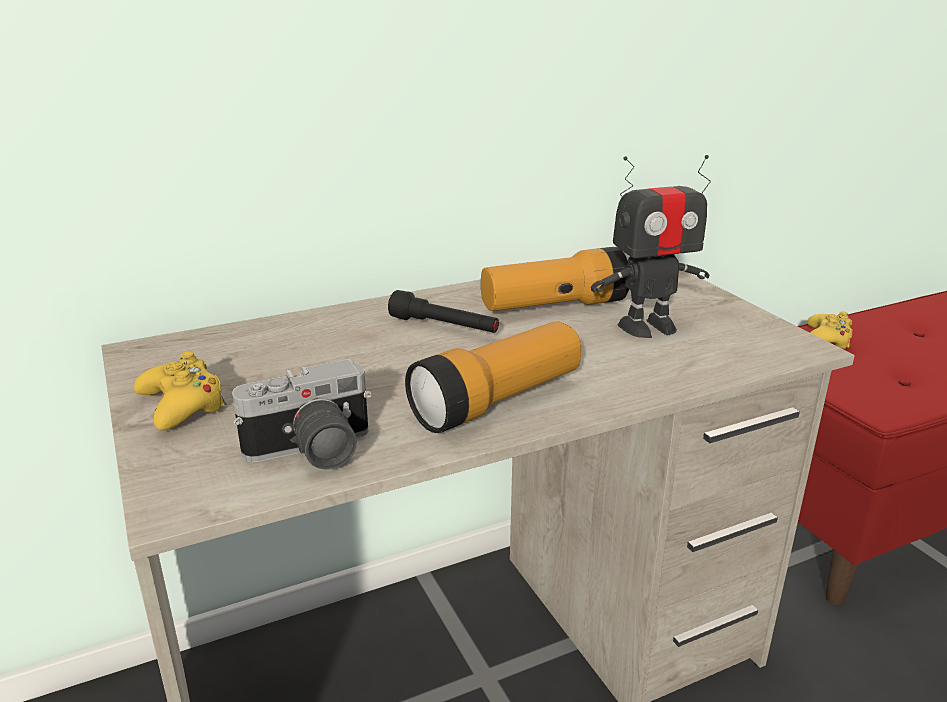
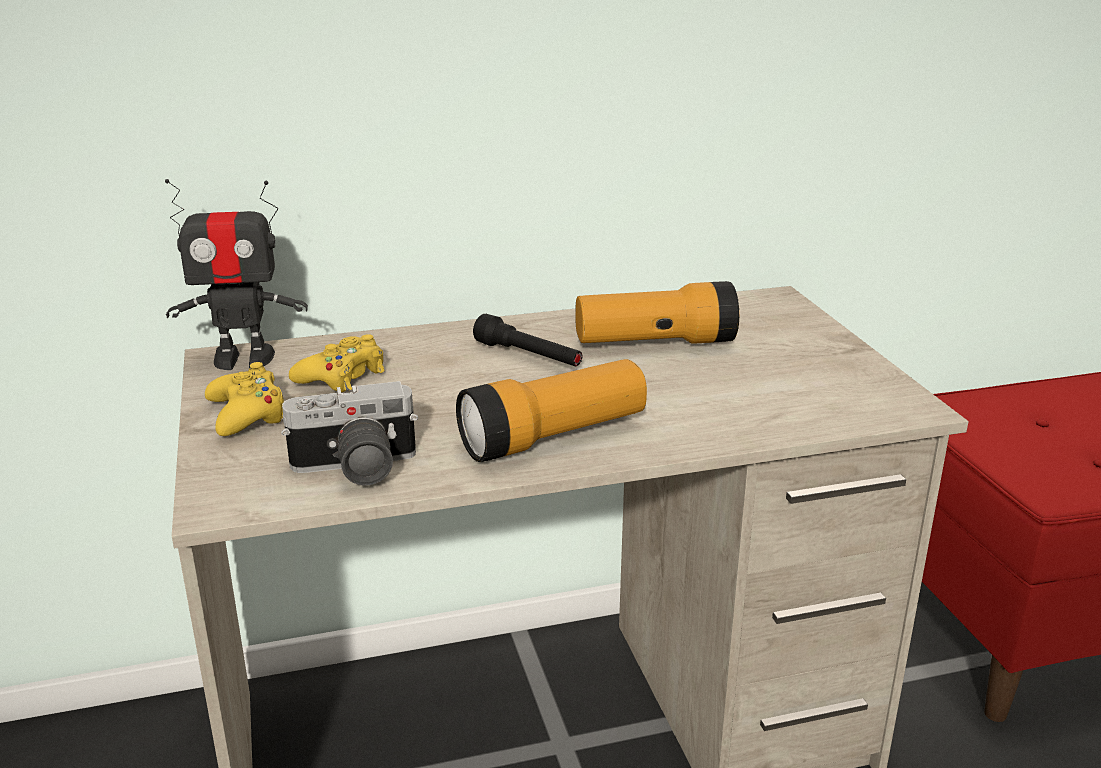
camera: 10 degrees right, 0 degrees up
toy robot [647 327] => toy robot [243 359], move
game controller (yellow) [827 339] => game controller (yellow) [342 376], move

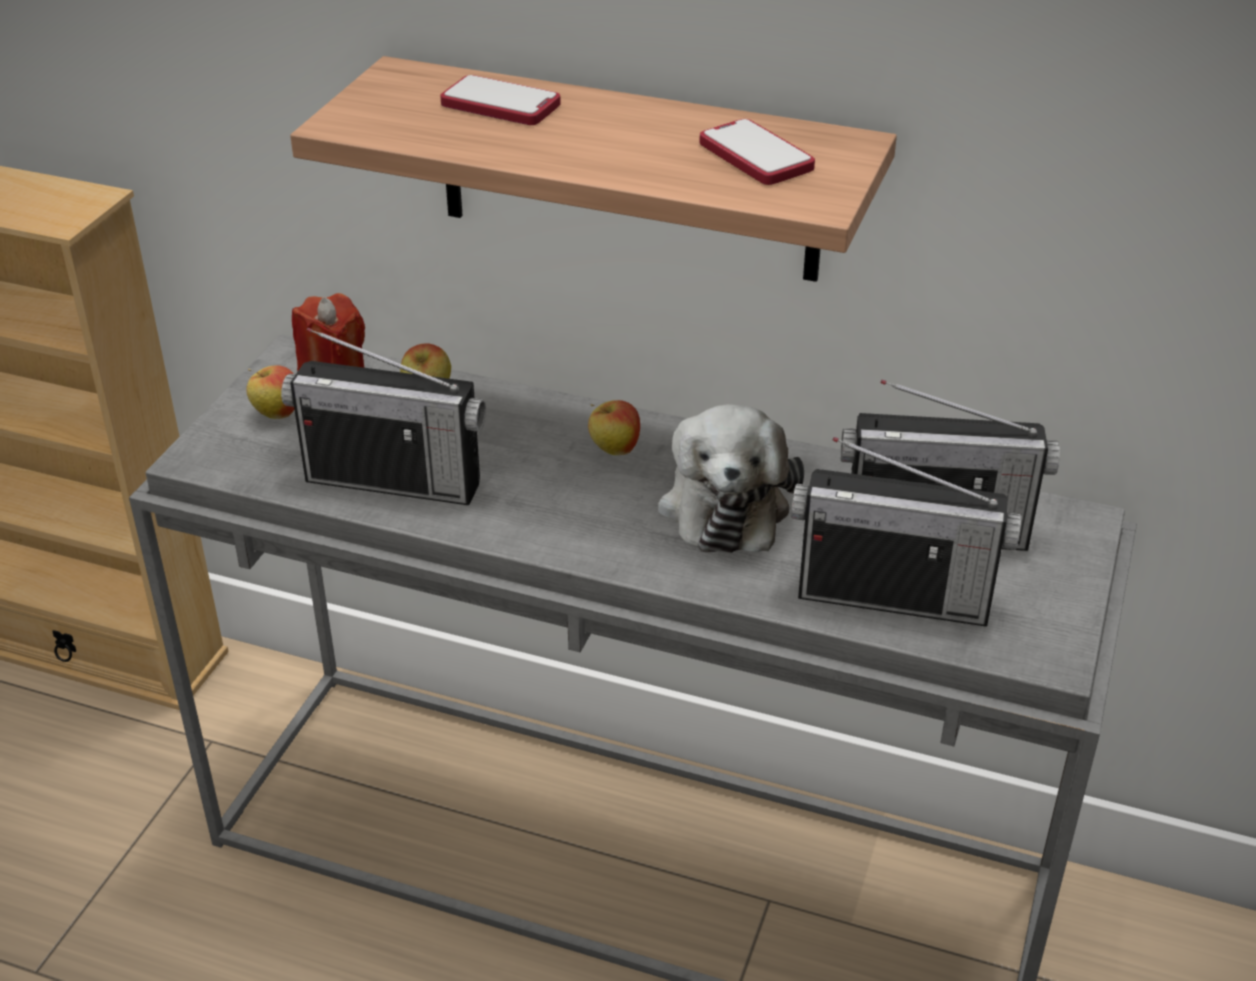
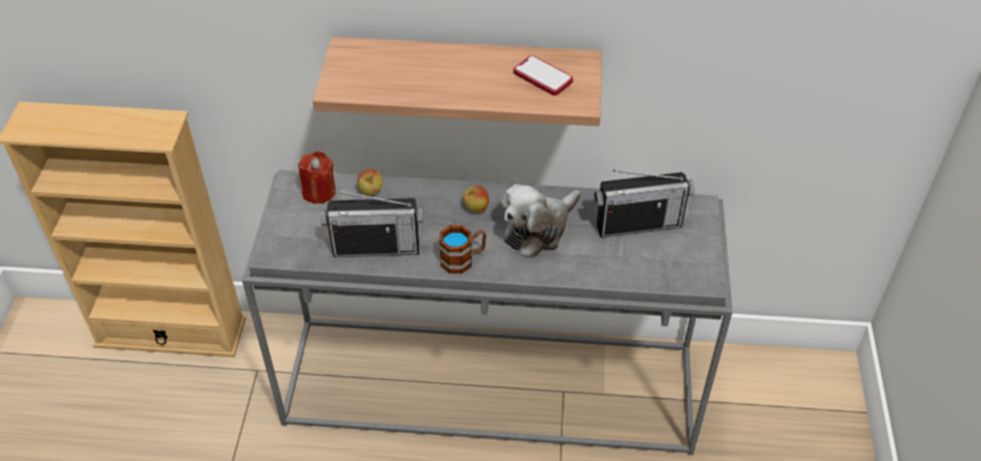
camera: 15 degrees left, 10 degrees up
phone [500 104] => nothing
apple [276 414] => nothing
plush toy [724 504] => plush toy [538 229], 60 degrees clockwise
radio [893 597] => nothing
nothing => mug [463 259]

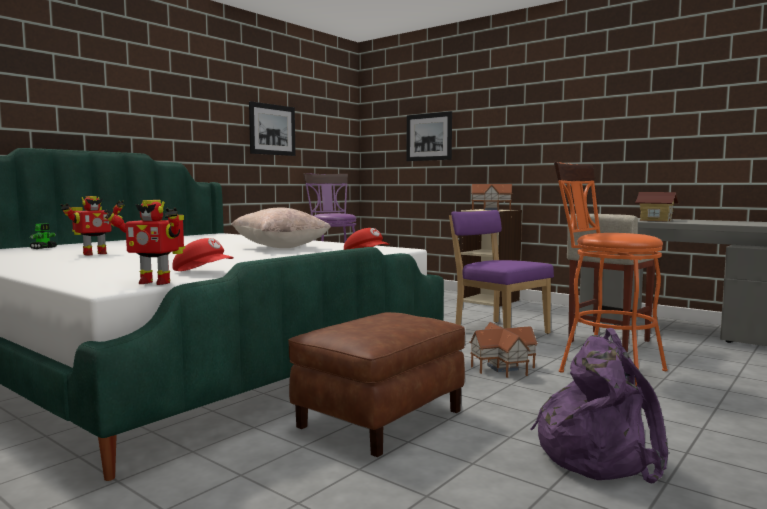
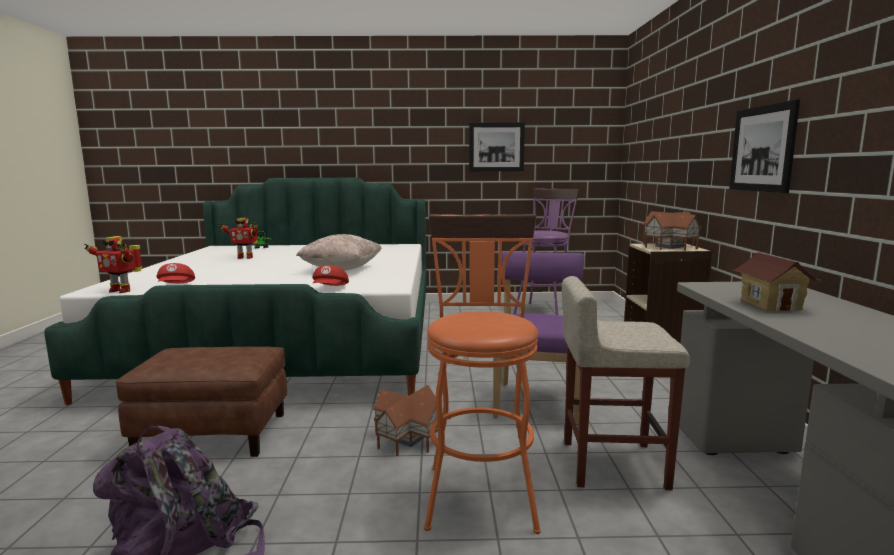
camera: 50 degrees right, 5 degrees up
picture [429 137] => picture [762 148], move
toy robot [155 282] => toy robot [121 291], 45 degrees counterclockwise

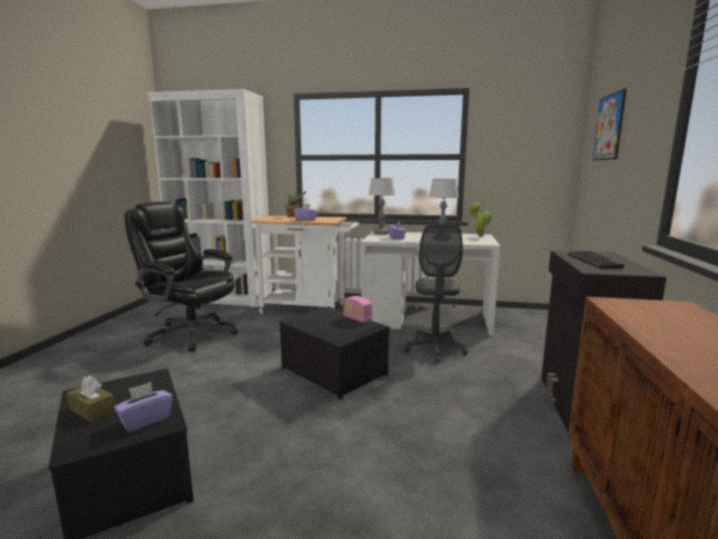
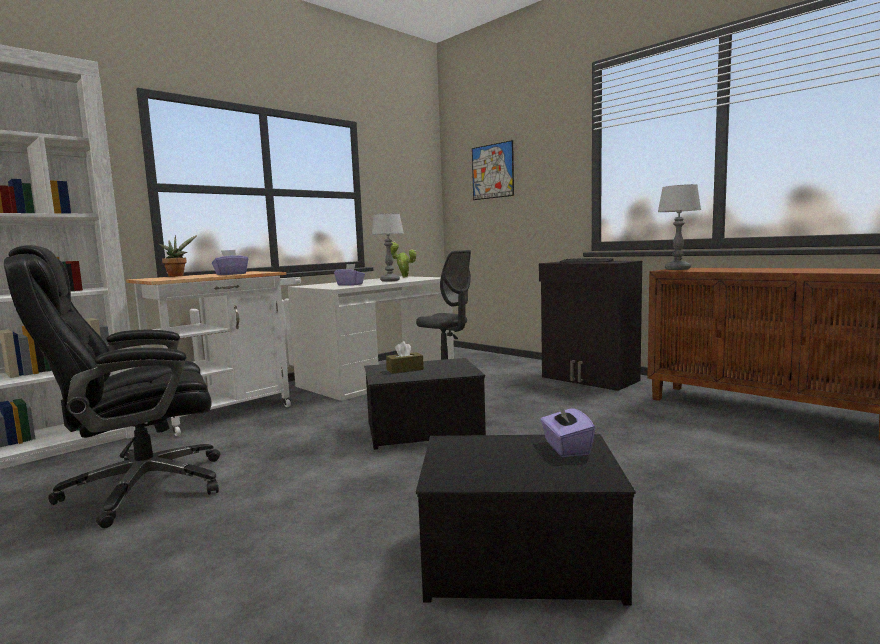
camera: 55 degrees left, 5 degrees down
table lamp [381 233] => table lamp [677 269], move
radio [357 319] => nothing
tissue box (brown) [92 410] => tissue box (brown) [405 369], move

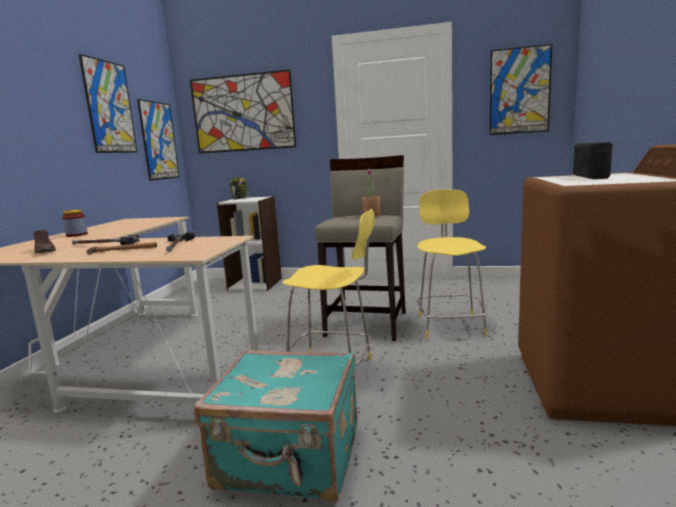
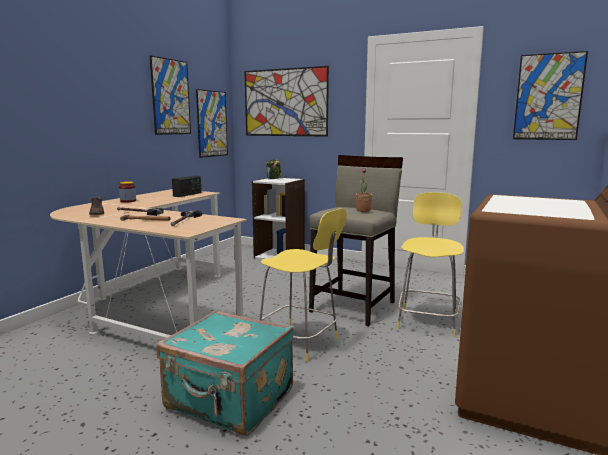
camera: 15 degrees right, 0 degrees up
radio [590 177] => radio [187 194], move

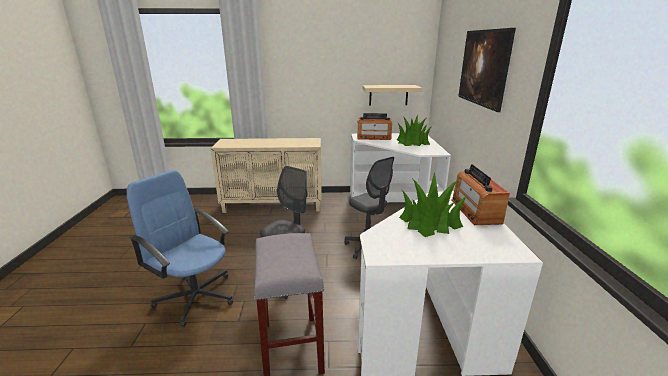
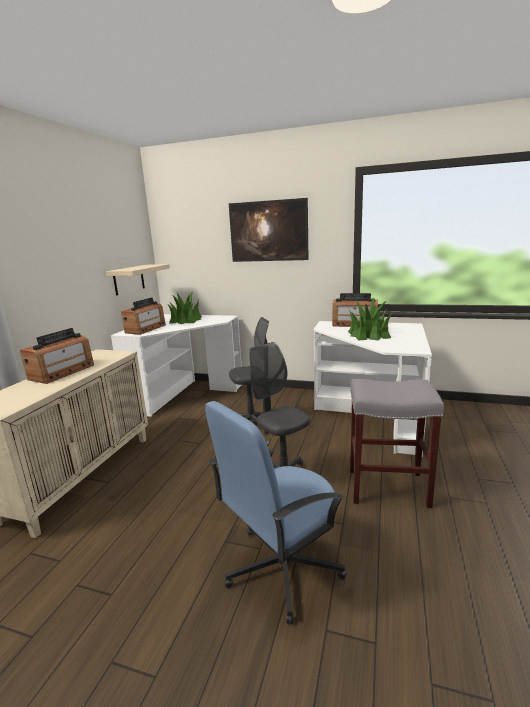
camera: 70 degrees left, 5 degrees down
nothing => radio [62 372]

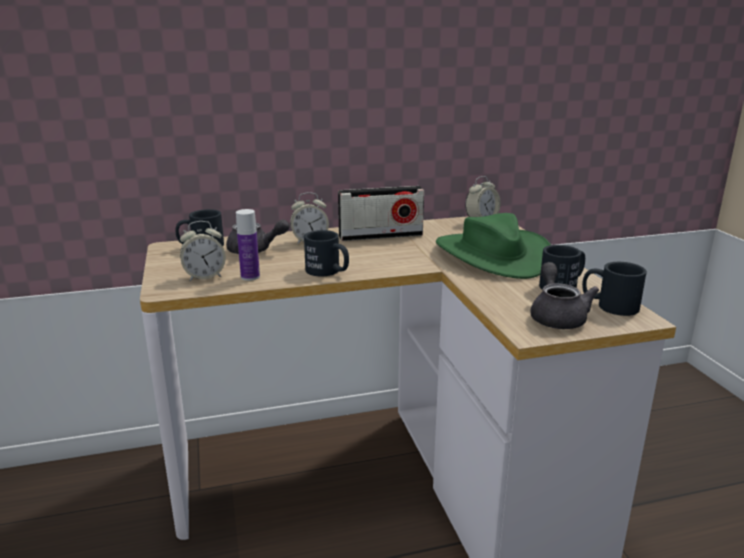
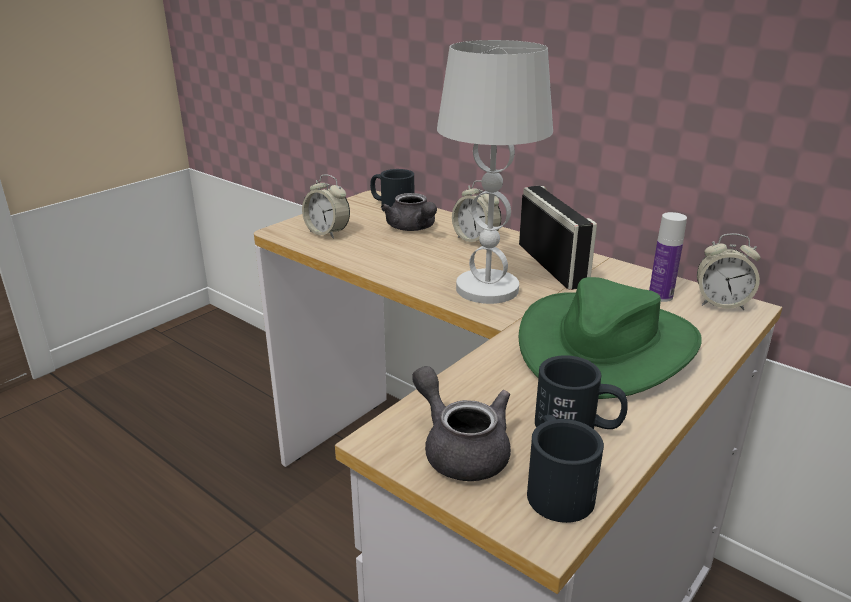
camera: 55 degrees right, 5 degrees up
radio [381 236] => radio [552 265], 150 degrees counterclockwise
bottle [250 277] => bottle [660 296], move
mug (black) [328 272] => nothing
teapot (grey) [557 316] => teapot (grey) [460 449], 90 degrees counterclockwise
nothing => table lamp (white) [486 289]

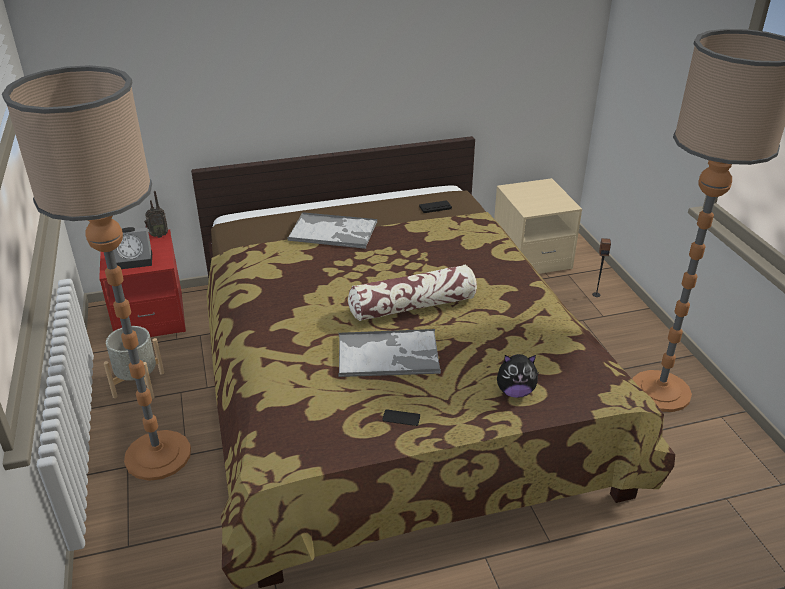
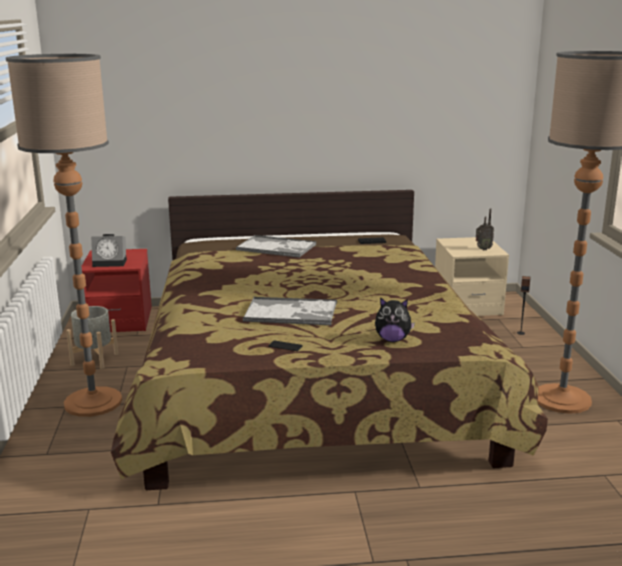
camera: 10 degrees right, 15 degrees down
radio [158 235] => radio [482 249], move
pillow [413 306] => nothing

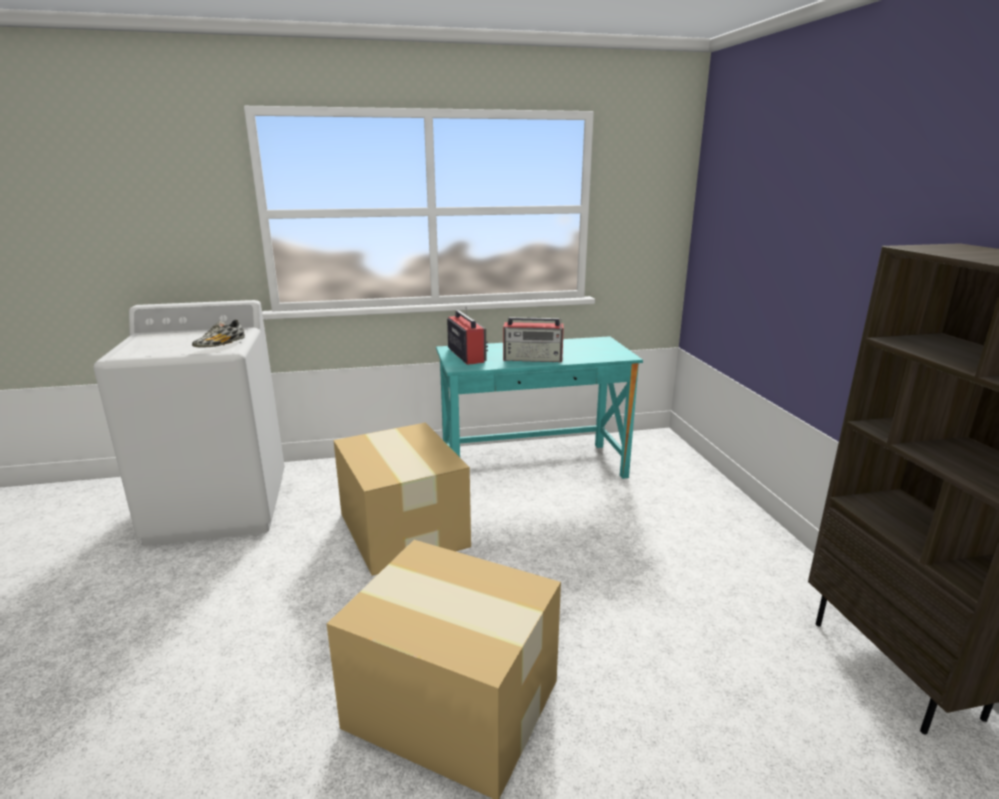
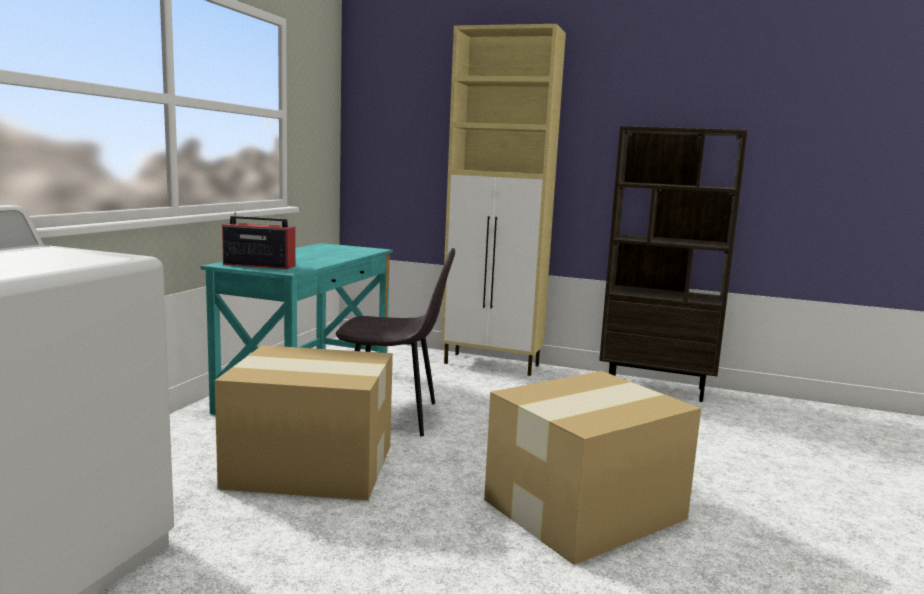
camera: 60 degrees left, 10 degrees down
radio [533 359] => nothing
shoe [220 346] => nothing
nothing => cabinet (beige) [493 364]
nothing => chair (grey) [393 416]

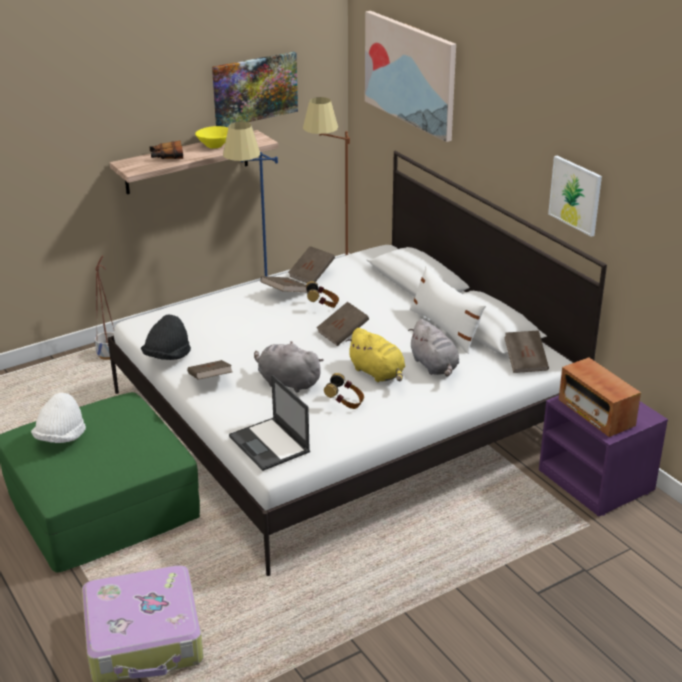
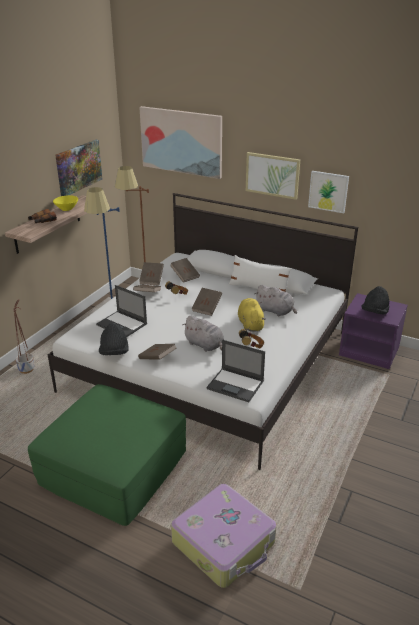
camera: 30 degrees left, 0 degrees up
plush toy (yellow) [378 373] => plush toy (yellow) [250 324], 120 degrees counterclockwise
book (brown) [525 361] => book (brown) [185 276], move
plush toy (grey) [287 382] => plush toy (grey) [205 345], 135 degrees counterclockwise
radio [595 414] => hat (black) [374 312]
hat (white) [61 438] => nothing
nothing => picture [272 175]
nothing => laptop [122 324]

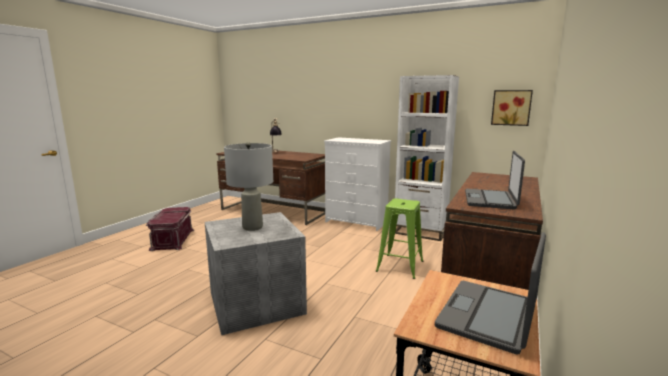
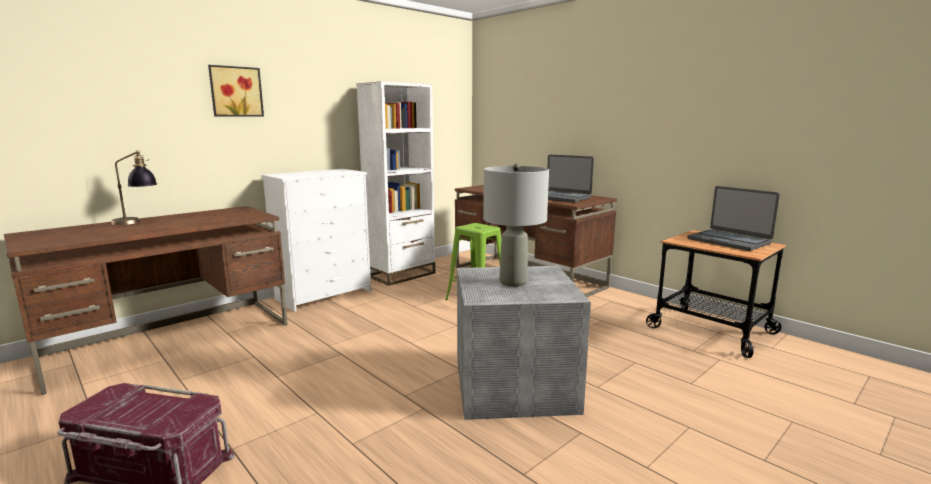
camera: 70 degrees left, 0 degrees up
picture [511 107] => picture [235 91], move

